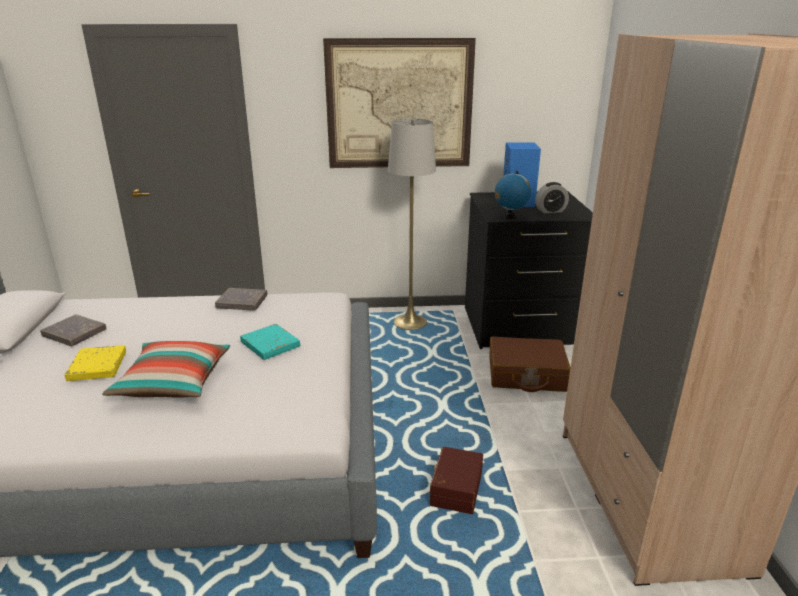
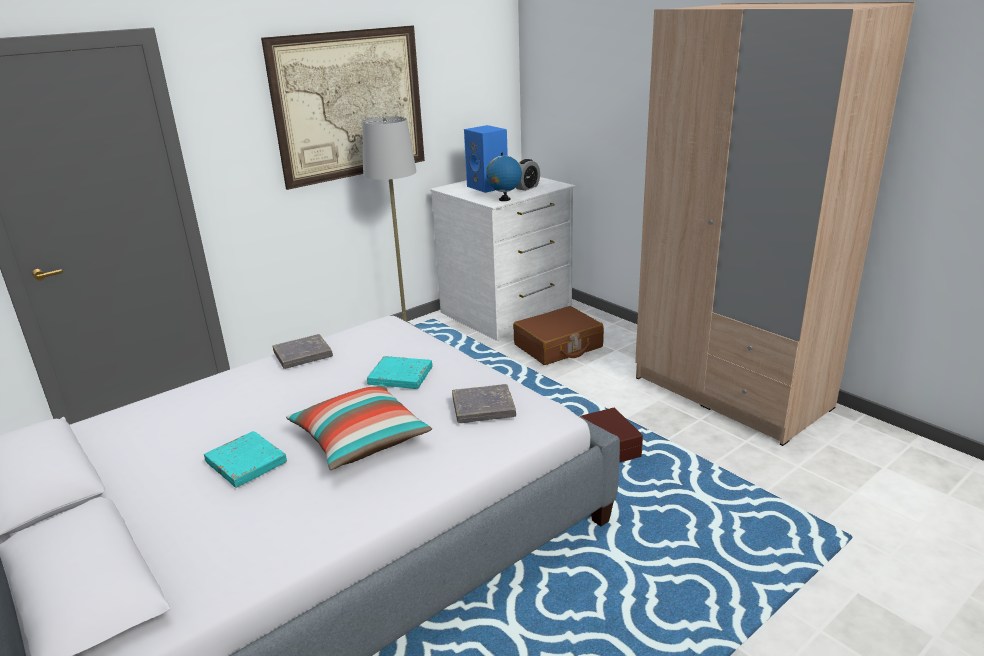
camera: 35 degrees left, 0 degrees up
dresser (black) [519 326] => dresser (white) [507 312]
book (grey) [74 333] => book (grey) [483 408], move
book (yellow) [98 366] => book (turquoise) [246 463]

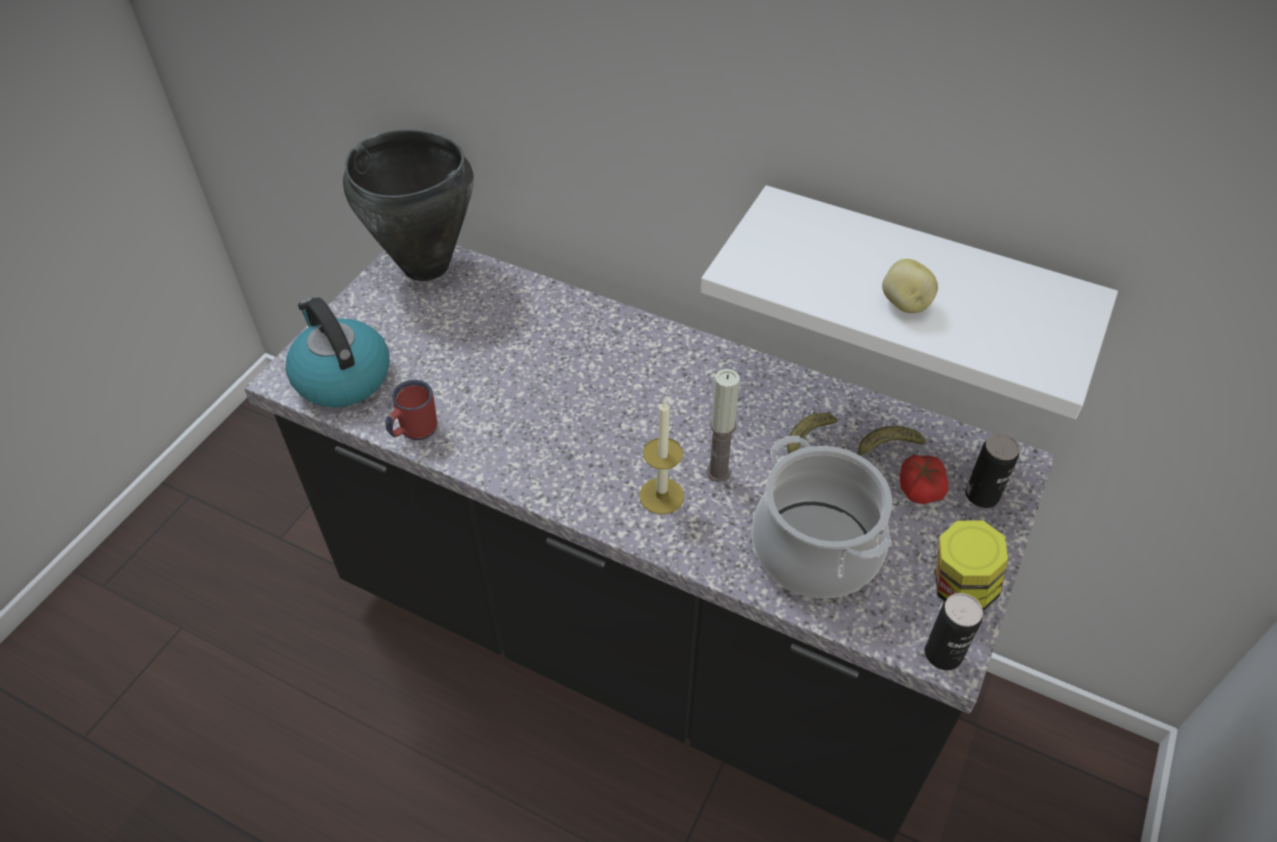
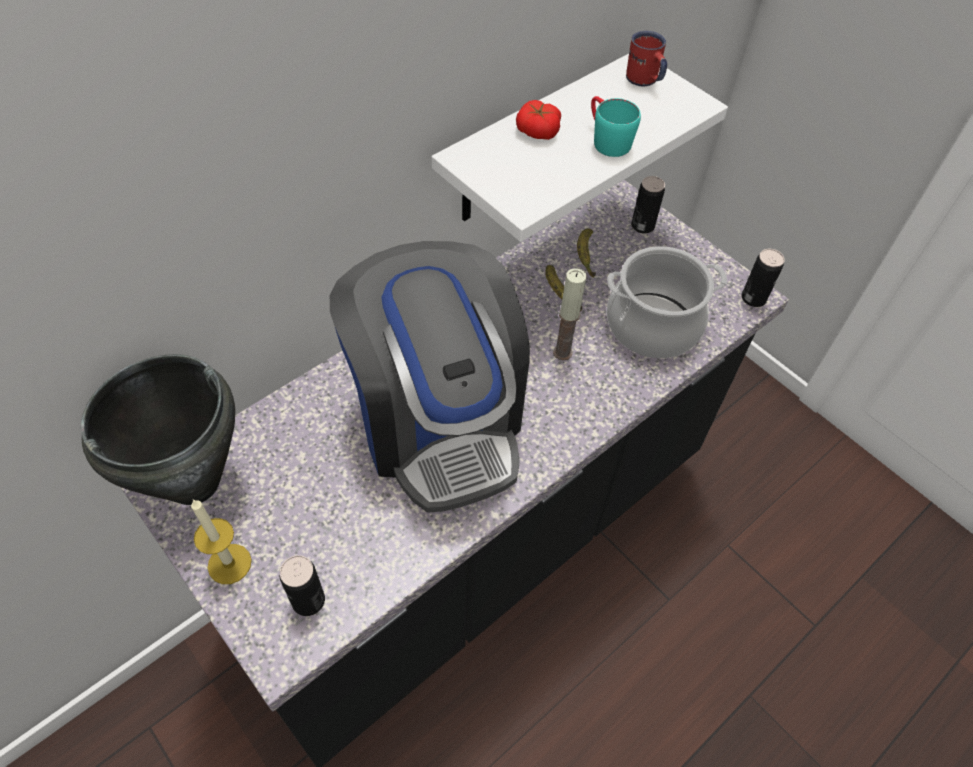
camera: 70 degrees left, 5 degrees up
potato [904 304] => mug (turquoise) [606 139]
kettle [341 377] => can [308 600]
mug (red) [413 431] => mug (red) [644 81], move
candle [661 496] => candle [229 564], move
tomato [920 488] => tomato [537 131], move
jar [960 589] => nothing
nothing => coffee machine [438 420]

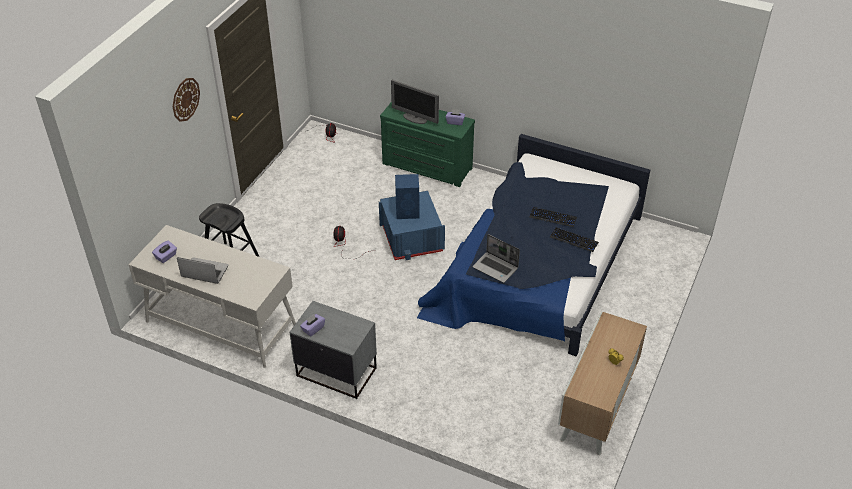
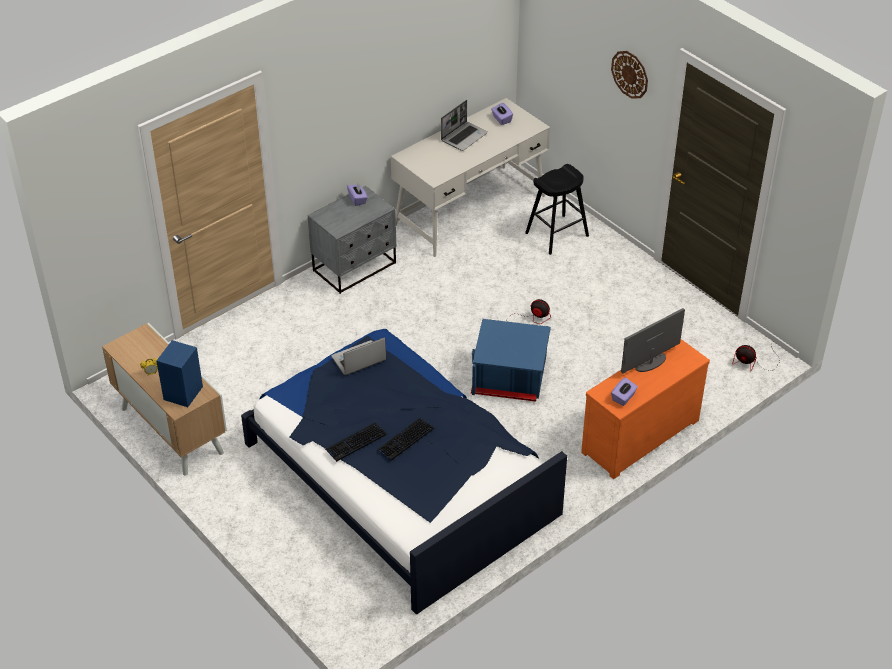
camera: 115 degrees right, 0 degrees up
dresser (green) [426 167] => dresser (orange) [638 434]
speaker (blue) [408 212] => speaker (blue) [182 393], move

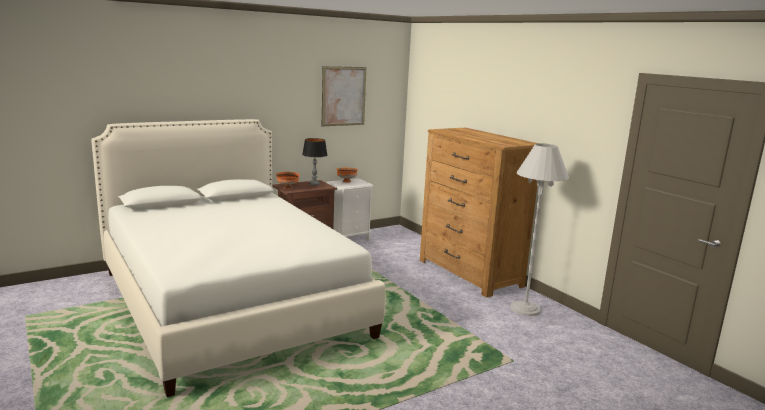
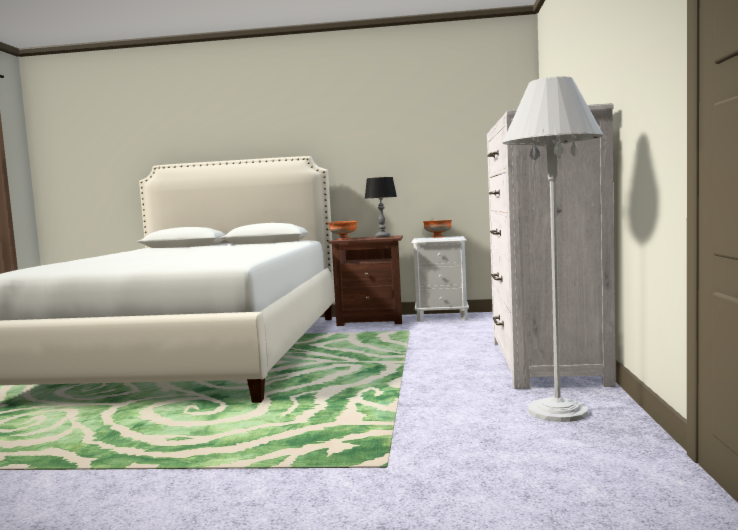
camera: 40 degrees right, 10 degrees down
picture [343 96] => nothing
dresser (brown) [469 273] => dresser (white) [544 361]

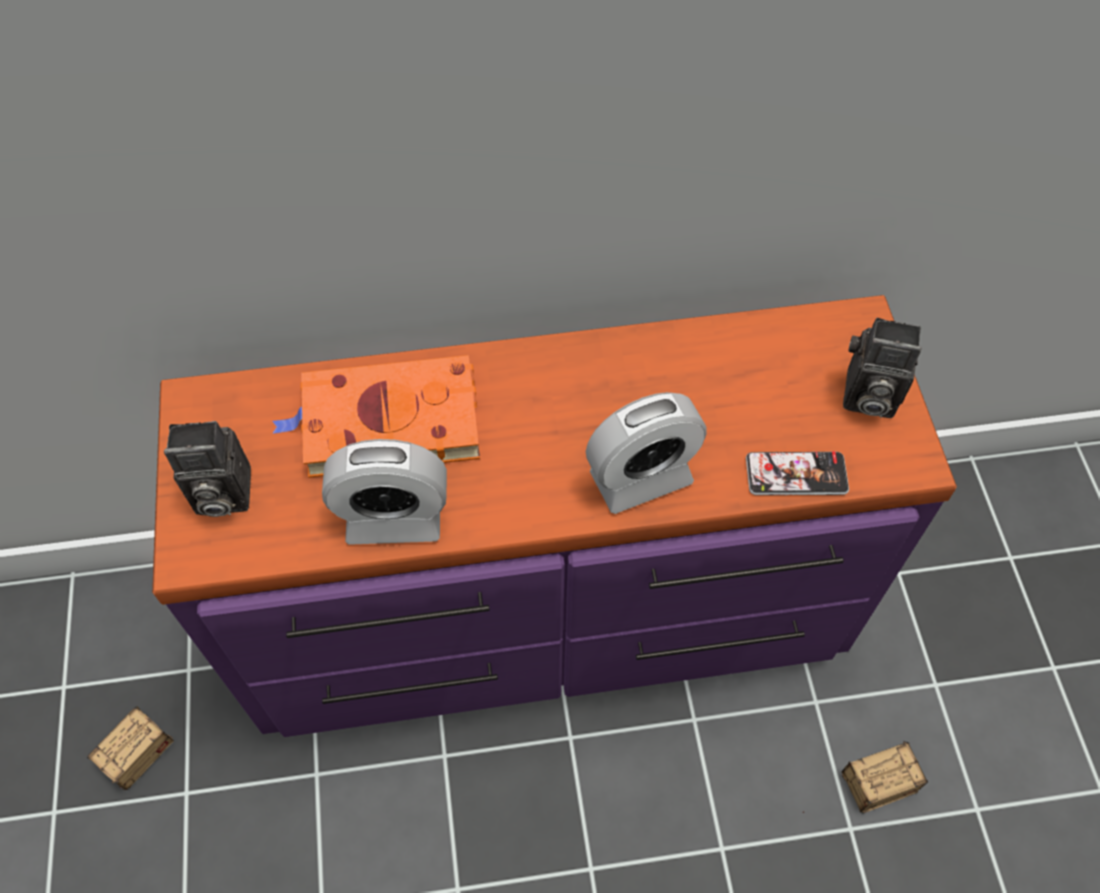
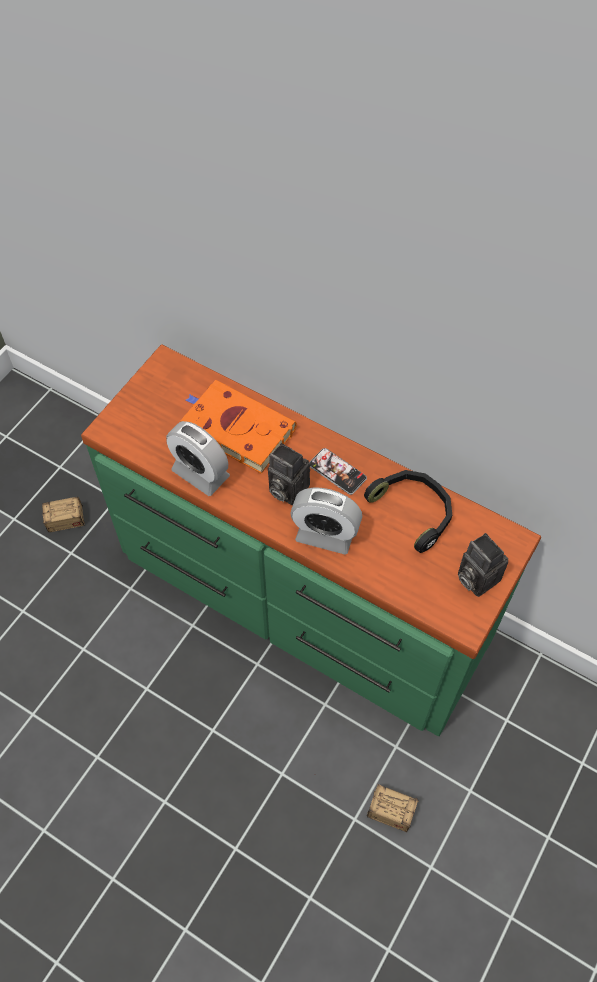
camera: 40 degrees right, 0 degrees up
dresser (purple) [549 614] => dresser (green) [300 598]
photo camera [219 495] => photo camera [286 489], move
phone [796 474] => phone [337 471], move
nothing => headphones (black) [413 511]

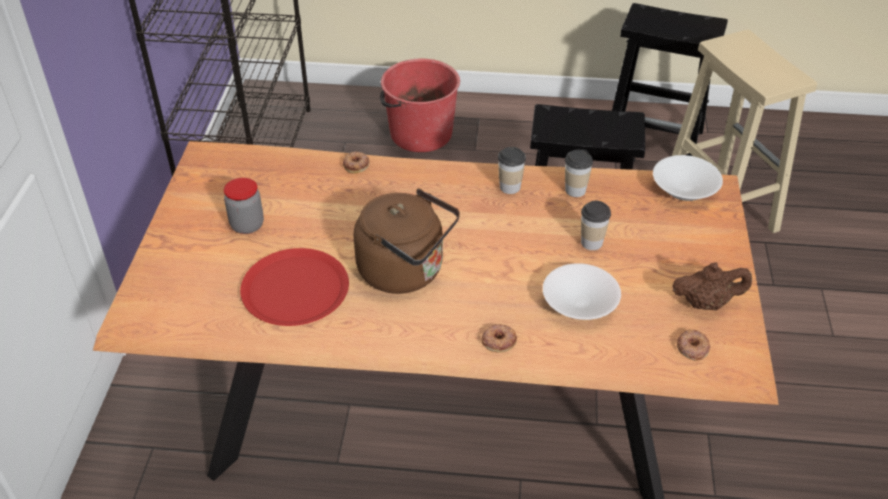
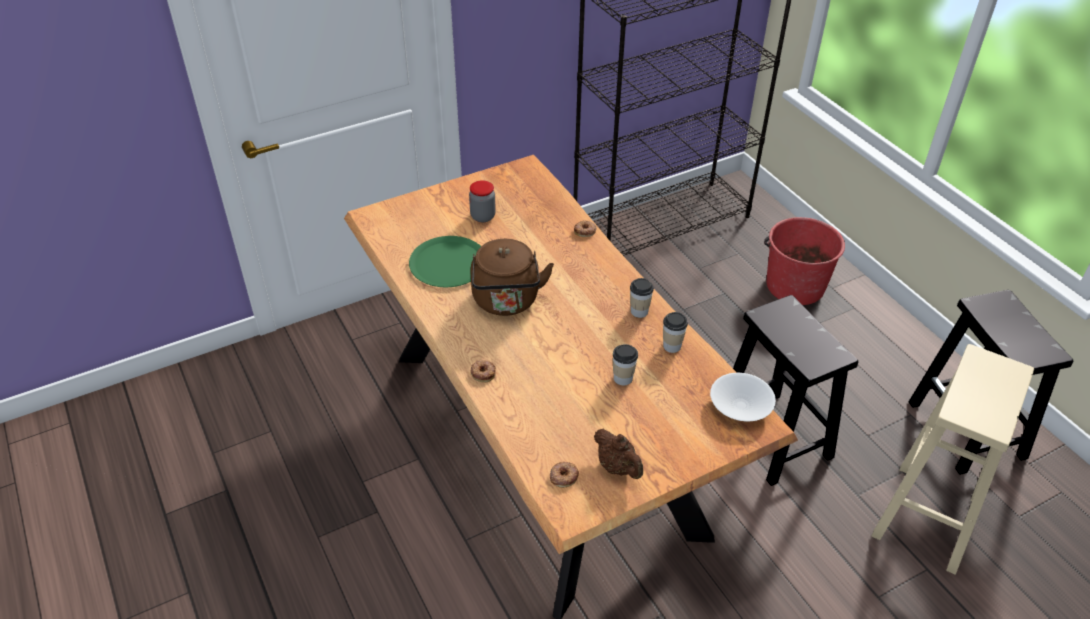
camera: 55 degrees right, 0 degrees up
plate (red) [295 289] => plate (green) [448 263]
bowl (white) [579 302] => nothing

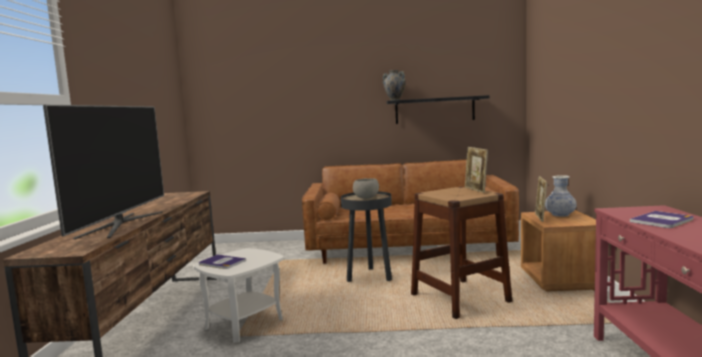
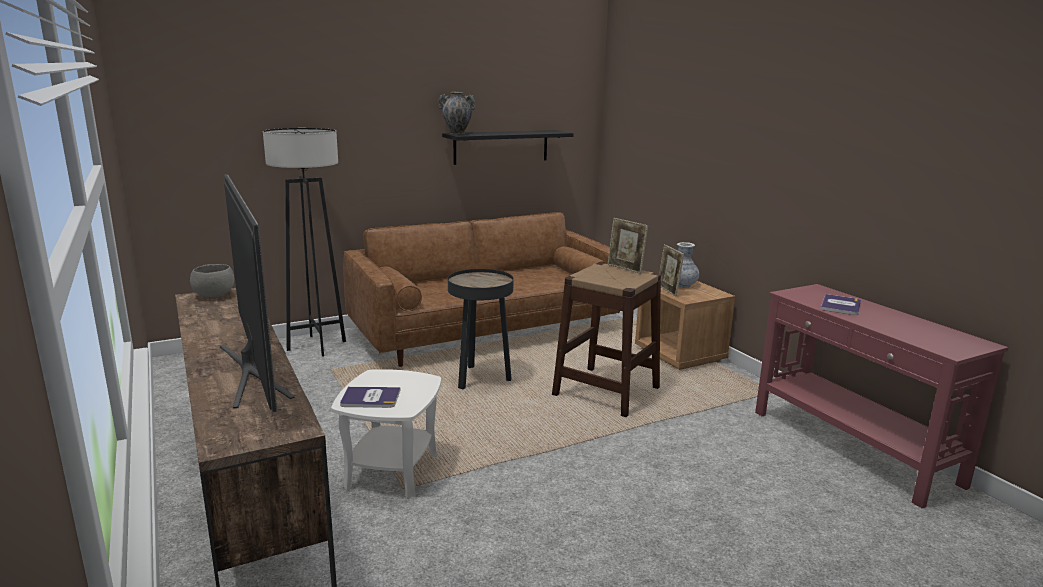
camera: 30 degrees left, 10 degrees up
bowl (grey) [366 198] => bowl (grey) [213 295], move
nothing => floor lamp (grey) [316 346]

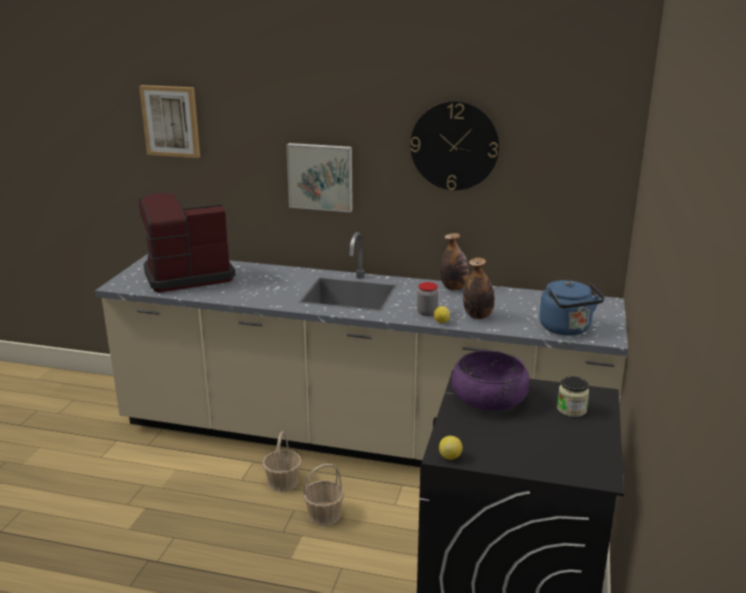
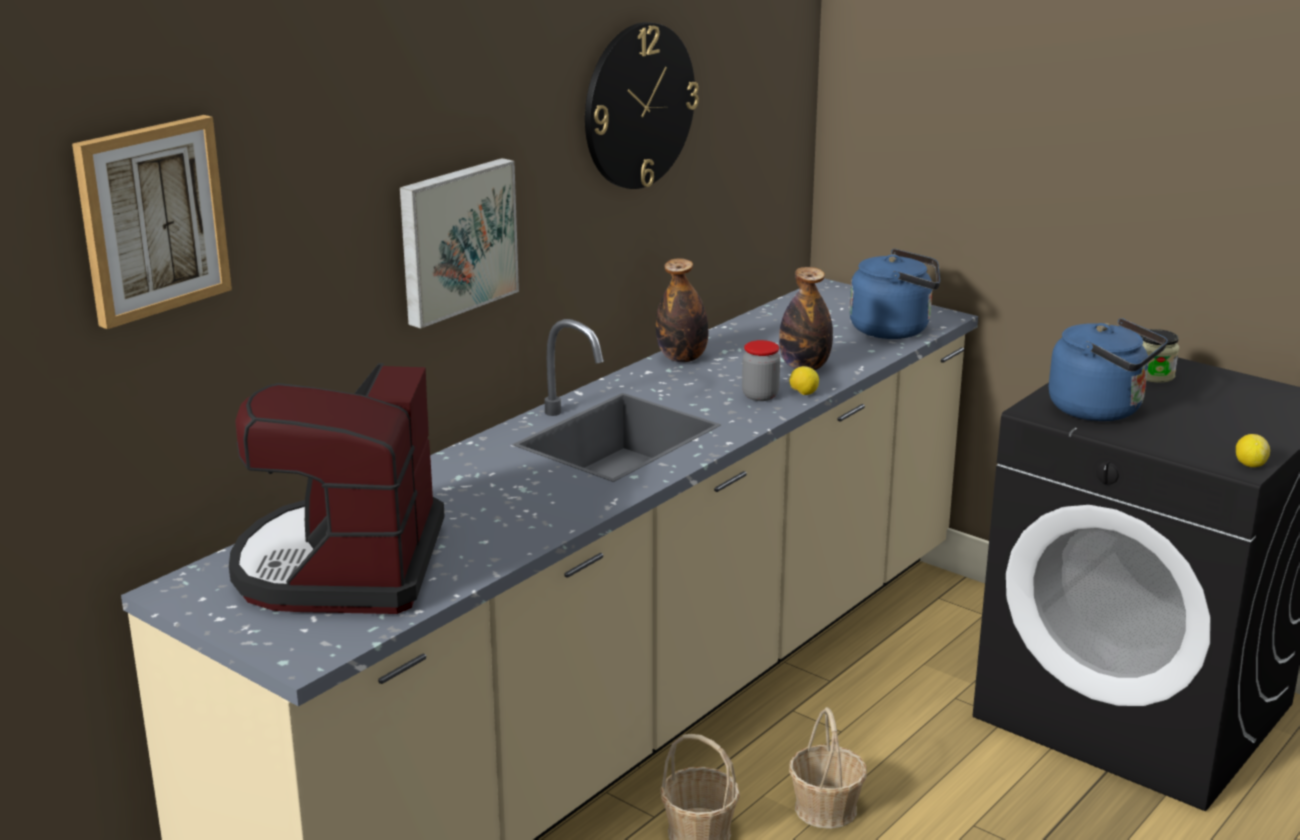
camera: 65 degrees left, 0 degrees up
bowl (purple) [488 398] => kettle (blue) [1101 410]

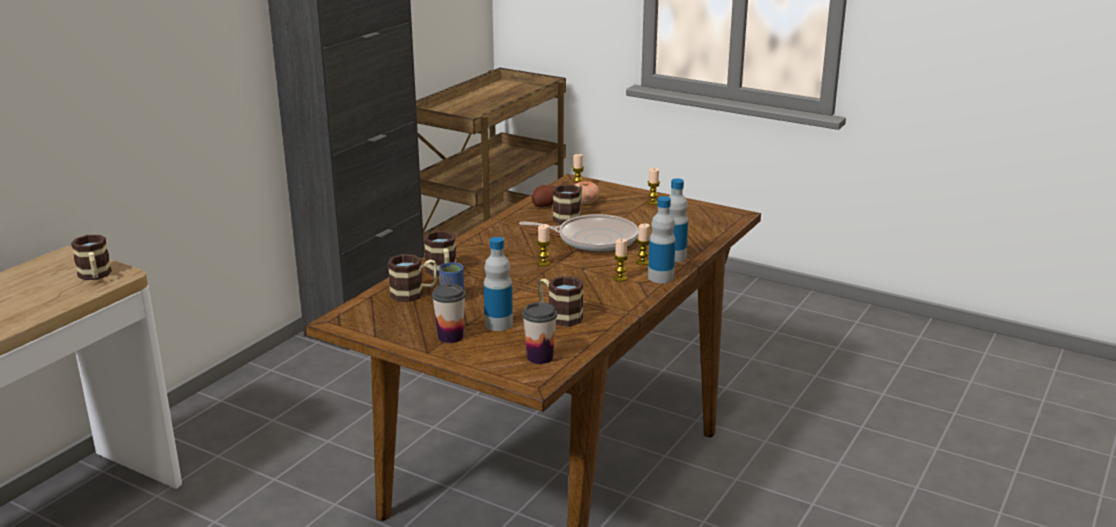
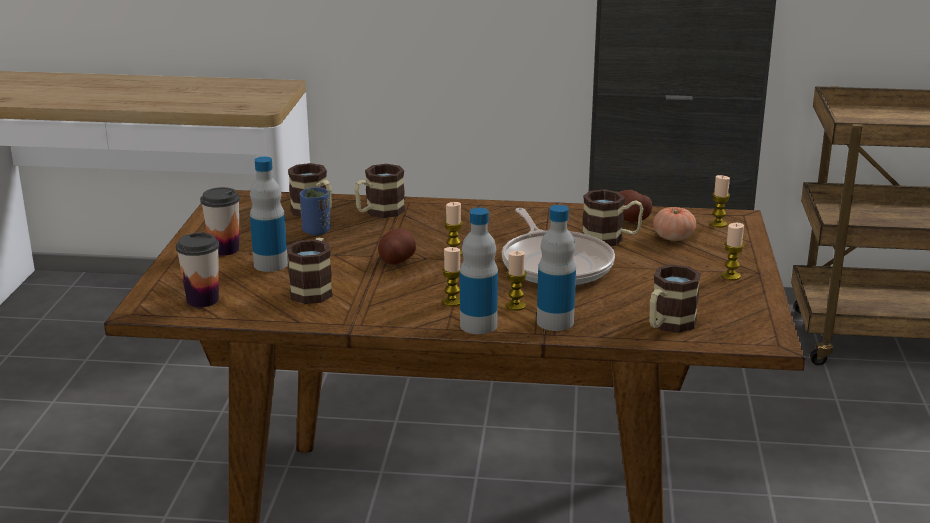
camera: 65 degrees right, 0 degrees up
mug [95 276] => mug [668 325], move
nothing => potato [396 260]

